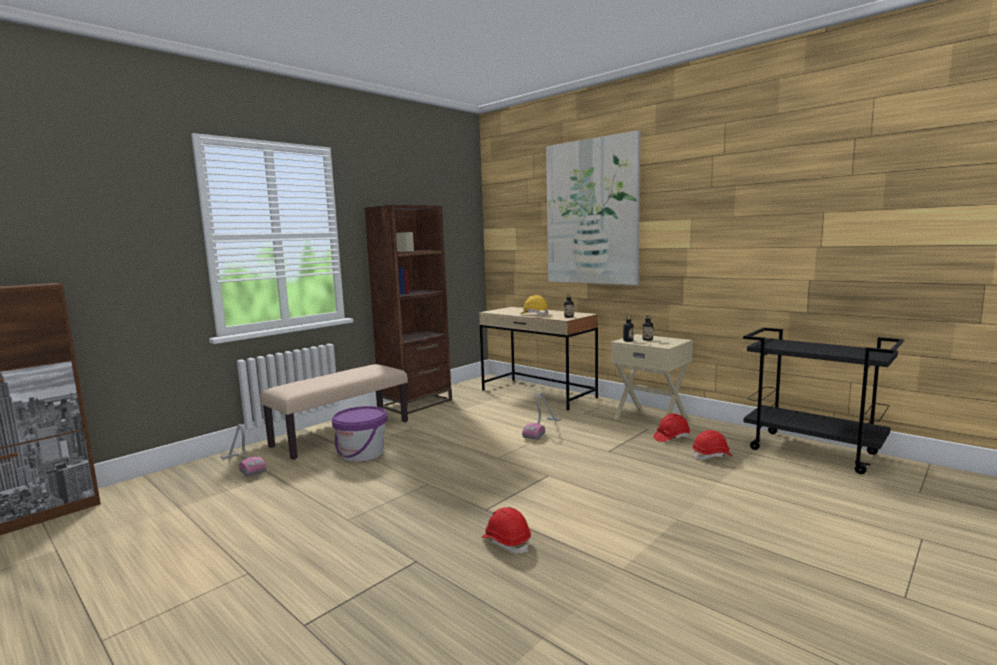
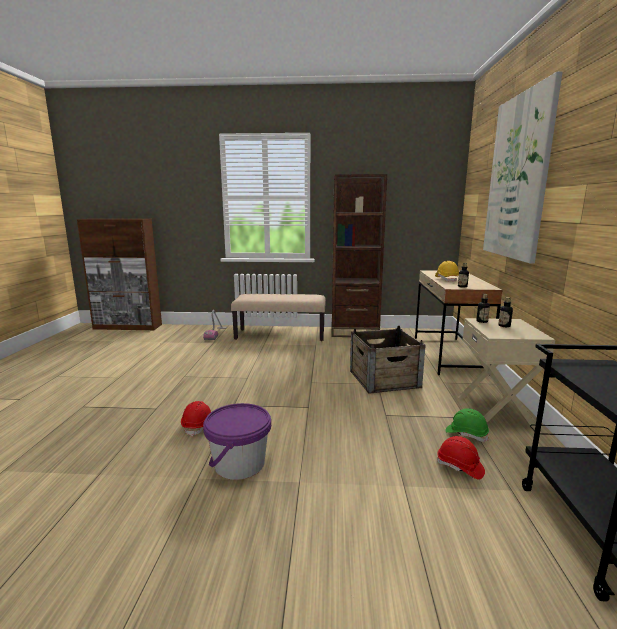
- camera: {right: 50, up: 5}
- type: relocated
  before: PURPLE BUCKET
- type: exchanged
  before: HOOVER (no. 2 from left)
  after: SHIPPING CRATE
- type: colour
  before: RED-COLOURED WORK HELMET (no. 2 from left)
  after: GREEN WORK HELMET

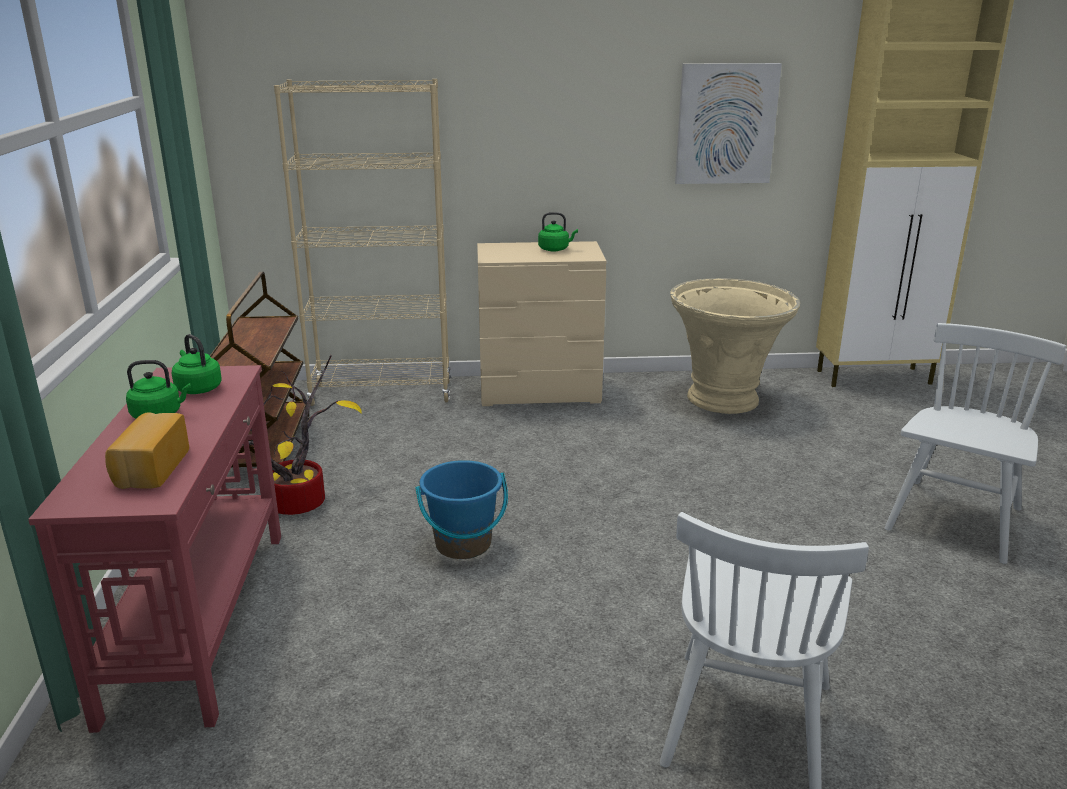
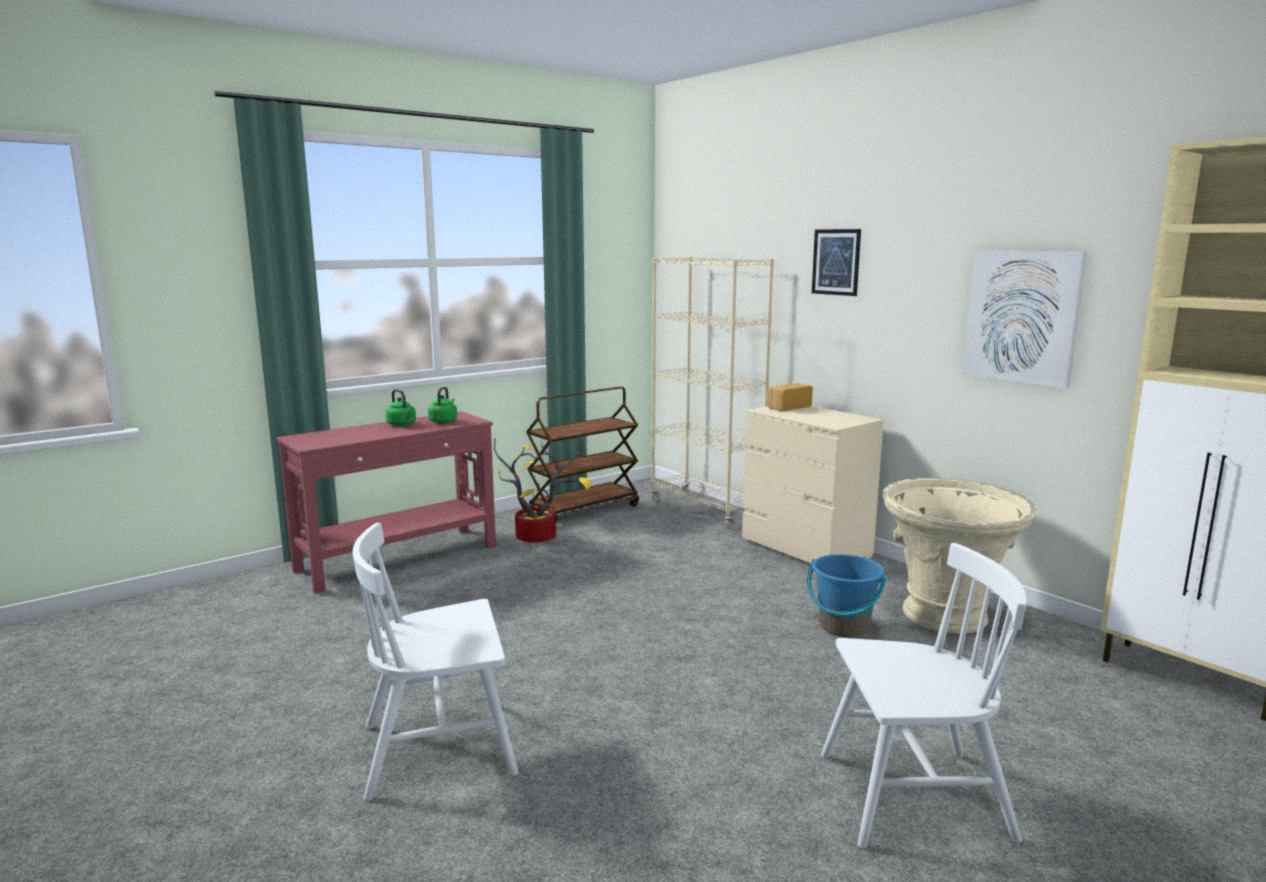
- camera: {right: 55, up: -10}
- type: relocated
  before: BREAD
- type: relocated
  before: BLUE BUCKET
- type: appeared
  after: PICTURE (no. 1 from left)
- type: missing
  before: GREEN WATER KETTLE (no. 3 from left)

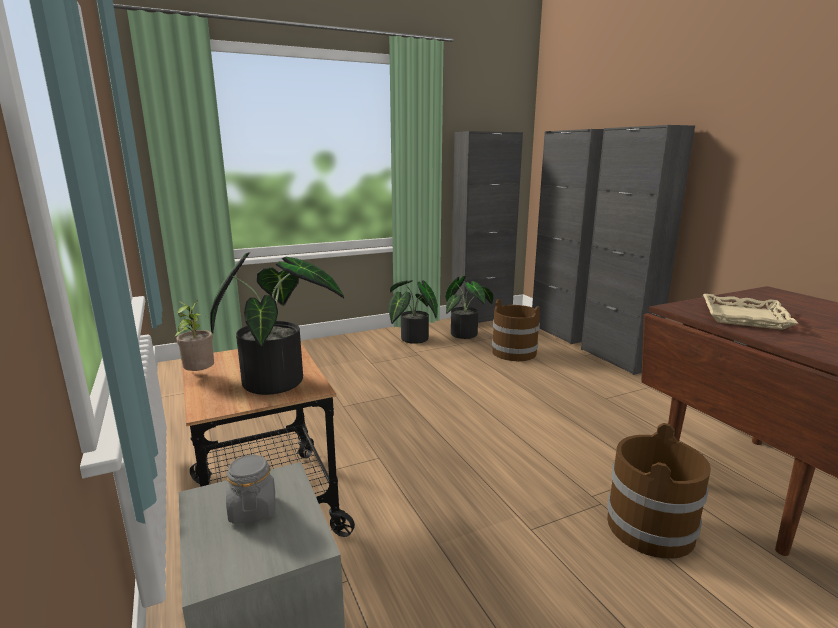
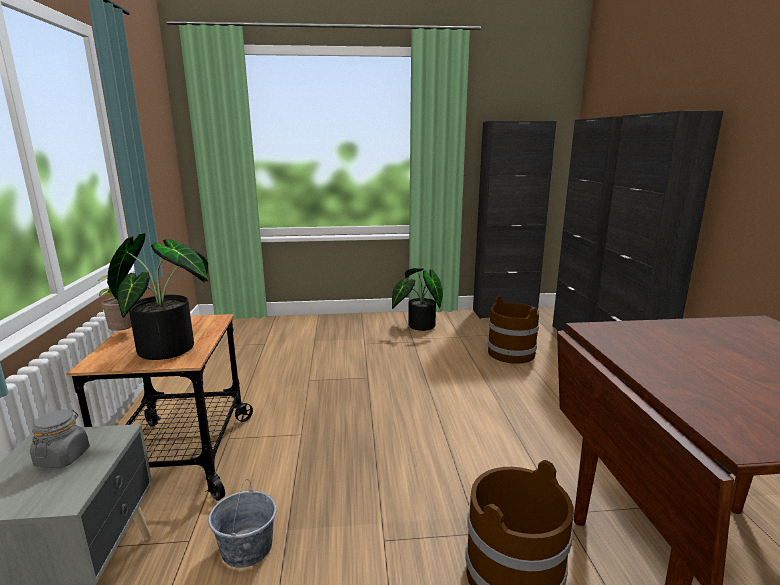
- camera: {right: 20, up: 0}
- type: appeared
  after: GREY BUCKET
- type: missing
  before: PLANT IN A POT (no. 4 from left)
- type: missing
  before: SAND-COLOURED SERVING TRAY

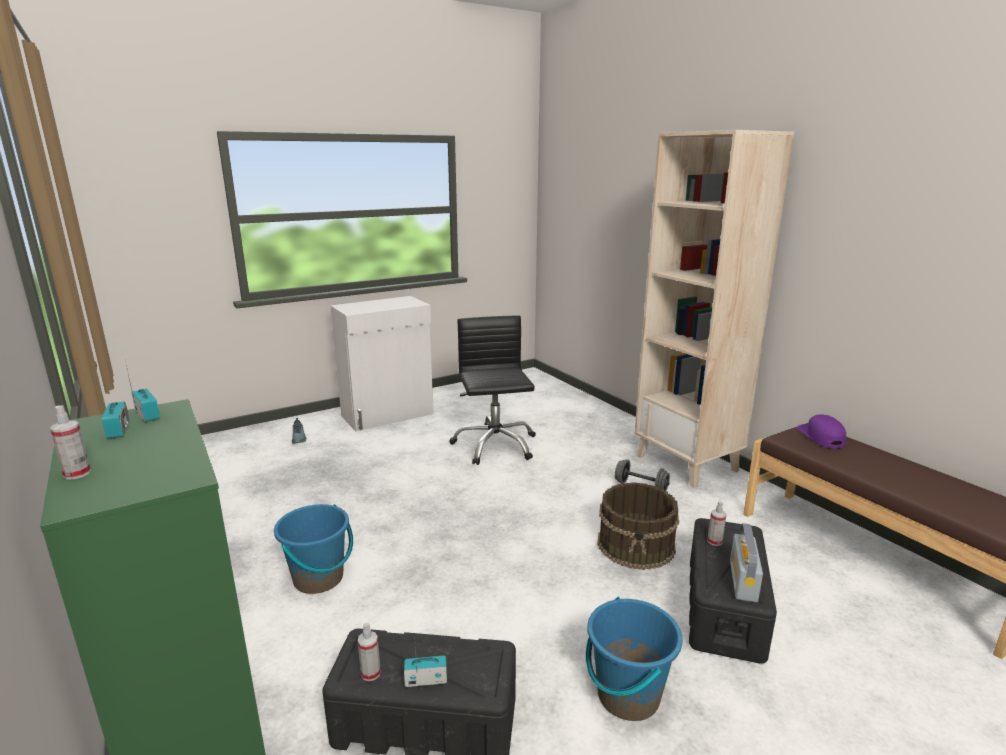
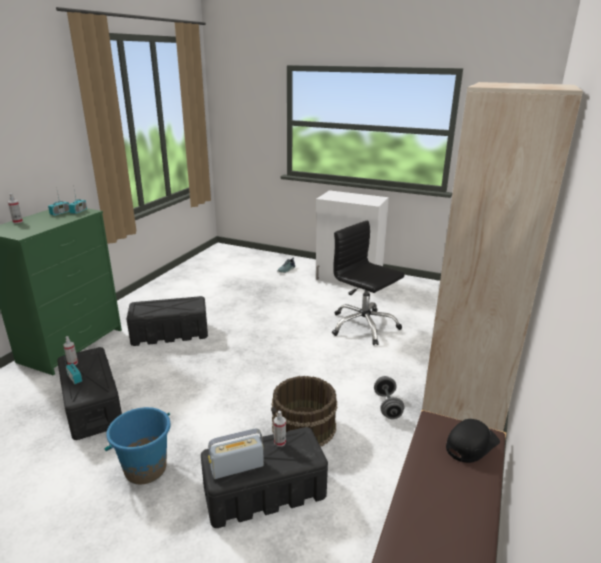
- camera: {right: 55, up: 5}
- type: exchanged
  before: BLUE BUCKET (no. 1 from left)
  after: BLACK STORAGE BIN (no. 2 from left)
- type: spun
  before: BLACK COMPUTER CHAIR
  turn: -90
- type: colour
  before: PURPLE CAP
  after: BLACK CAP

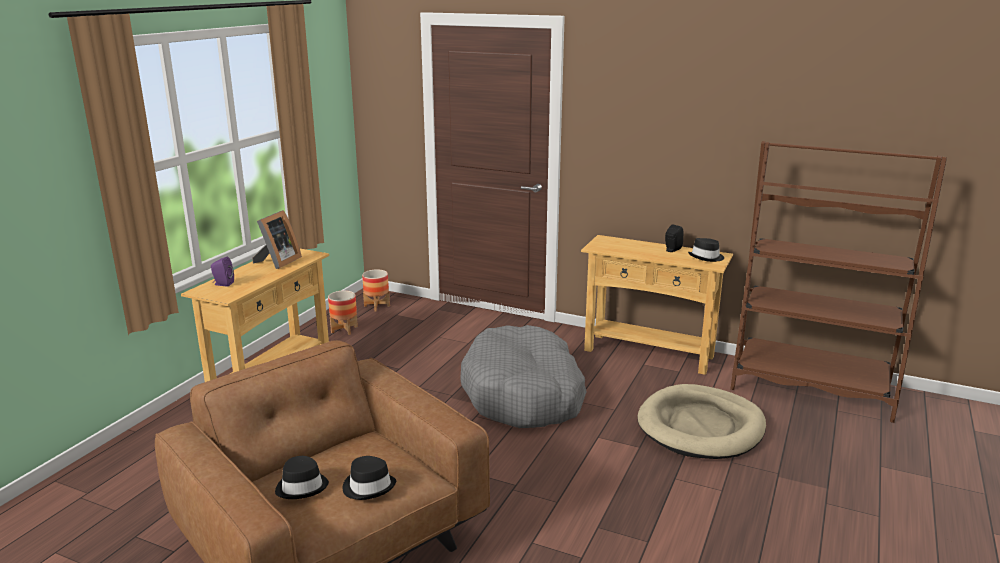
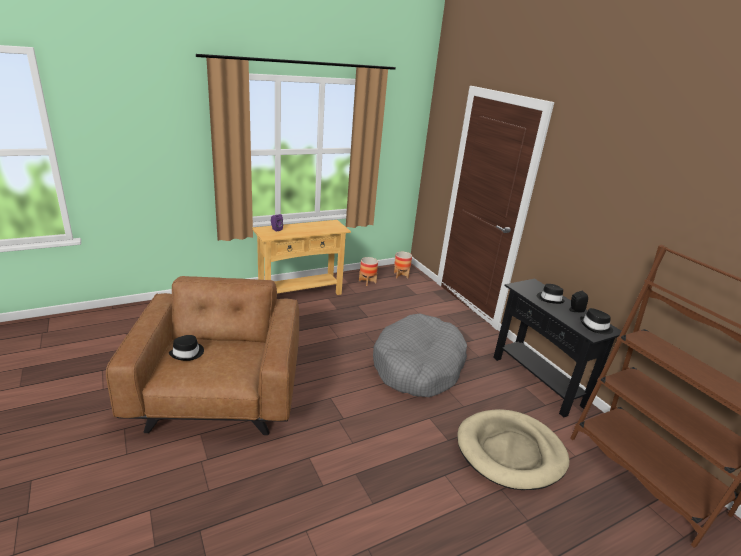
- camera: {right: 35, up: 5}
- type: colour
  before: SAND-COLOURED CONSOLE TABLE (no. 2 from left)
  after: BLACK CONSOLE TABLE
- type: relocated
  before: BLACK HAT (no. 2 from left)
- type: missing
  before: PHOTO FRAME

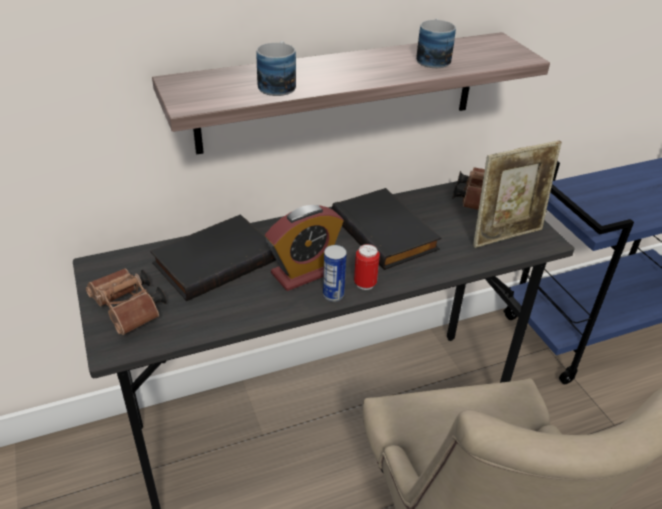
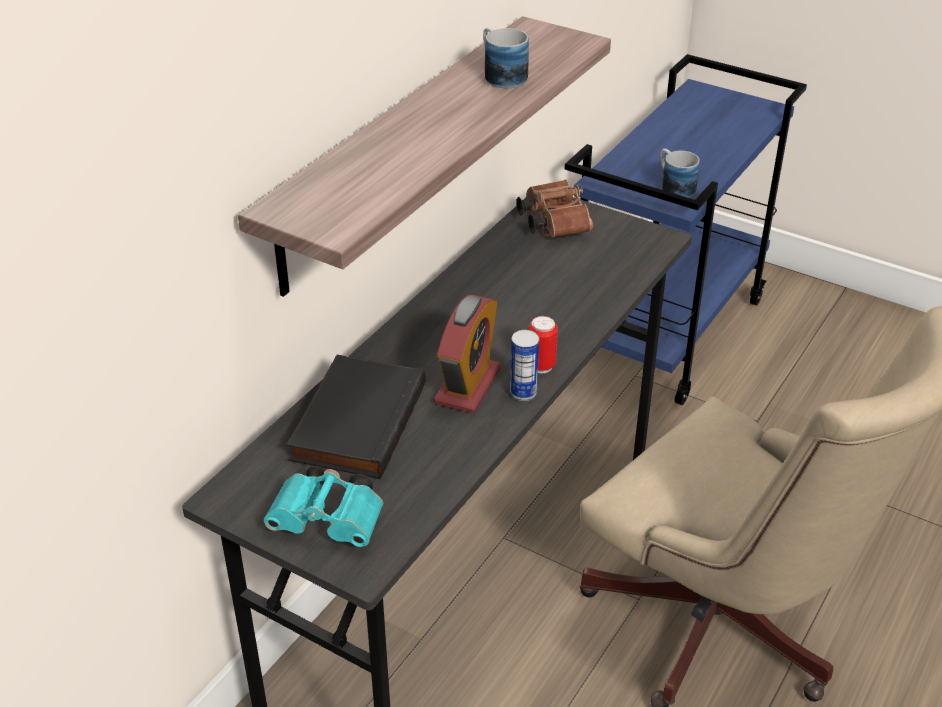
- camera: {right: -35, up: 0}
- type: colour
  before: BROWN-COLOURED FIELD GLASSES (no. 1 from left)
  after: TURQUOISE FIELD GLASSES
- type: relocated
  before: MUG (no. 1 from left in the first image)
  after: MUG (no. 2 from left)
- type: missing
  before: BLACK VOLUME (no. 2 from left)
- type: missing
  before: PHOTO FRAME

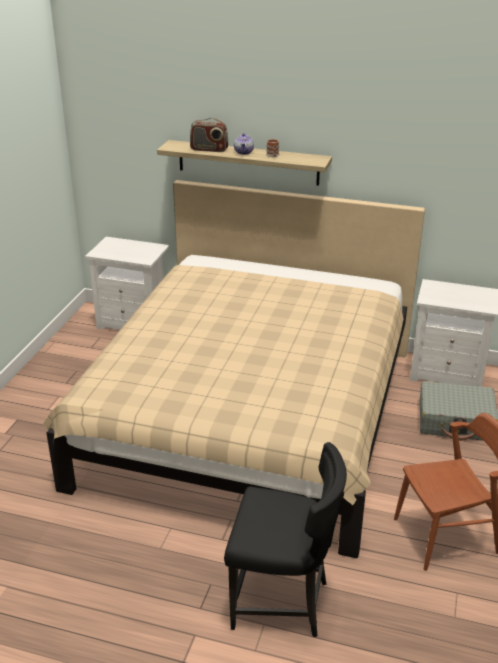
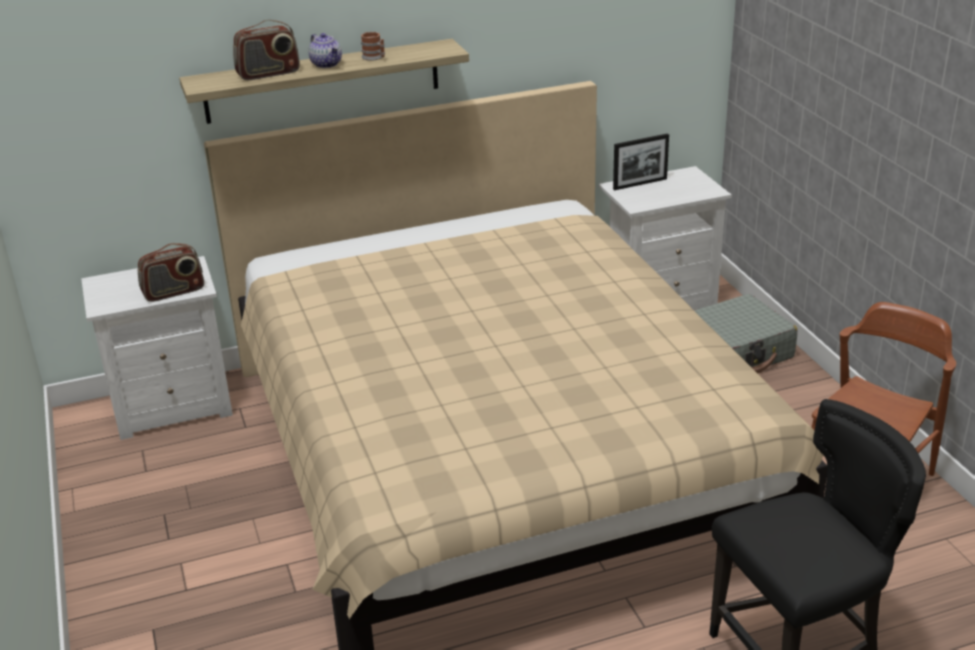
- camera: {right: -35, up: 0}
- type: appeared
  after: RADIO (no. 1 from left)
- type: appeared
  after: PHOTO FRAME

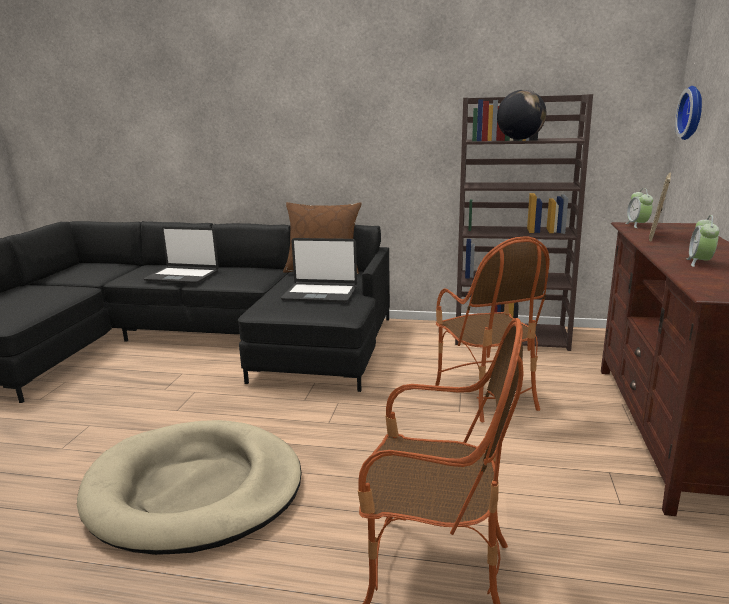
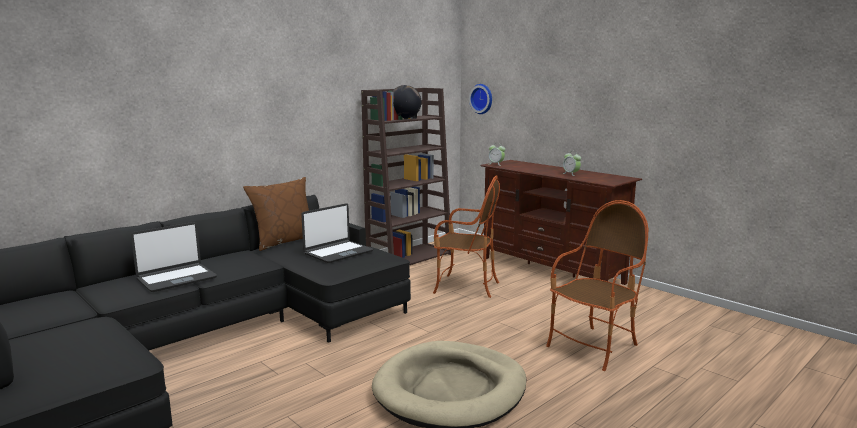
- camera: {right: -55, up: -5}
- type: missing
  before: PHOTO FRAME

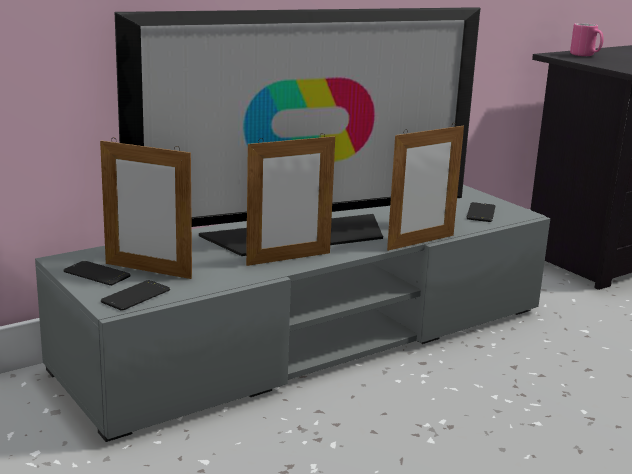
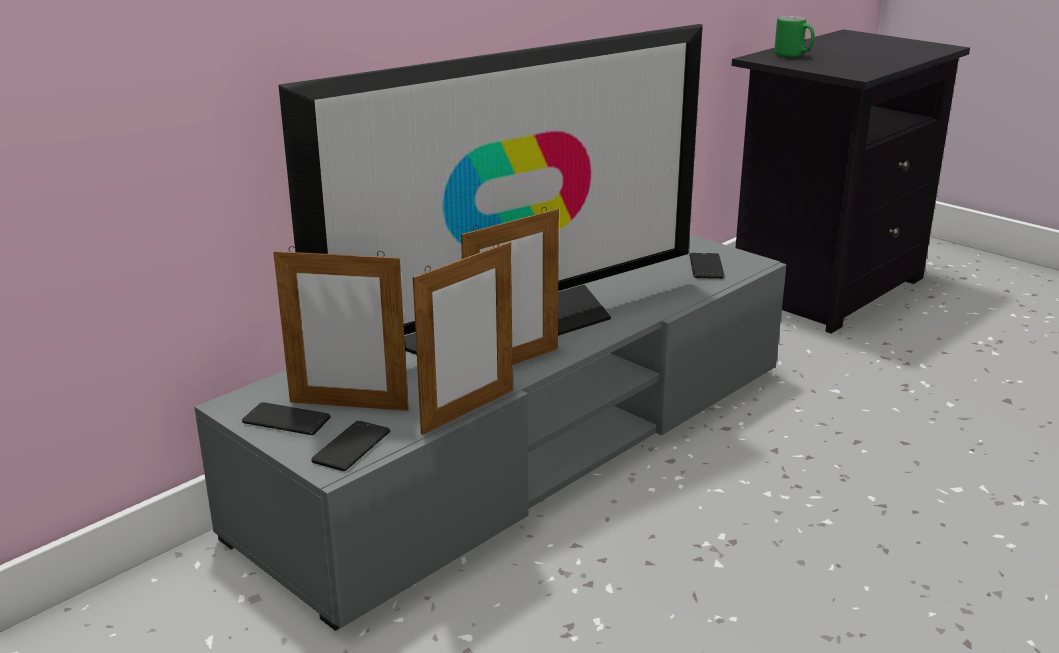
- camera: {right: -10, up: 5}
- type: relocated
  before: PHOTO FRAME (no. 3 from left in the first image)
  after: PHOTO FRAME (no. 2 from left)
- type: colour
  before: PINKISH MUG
  after: GREEN MUG

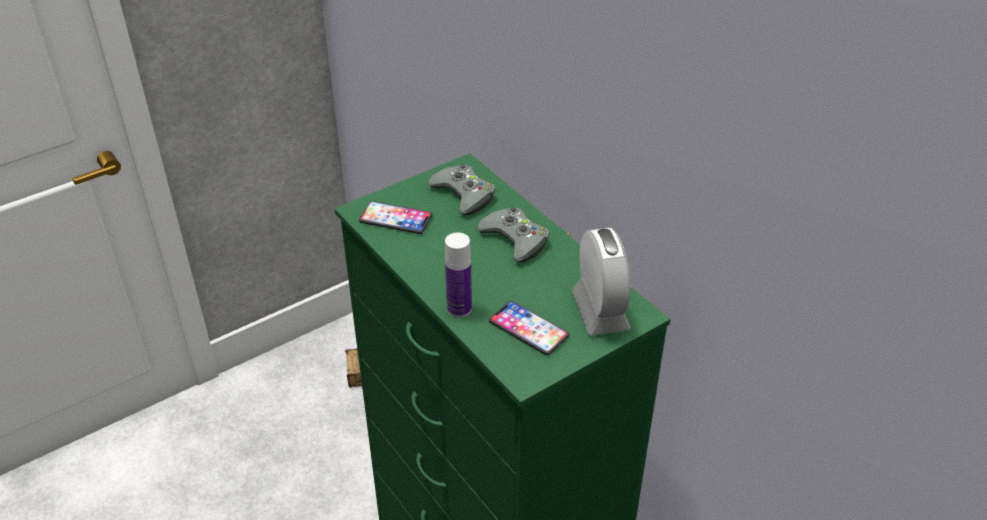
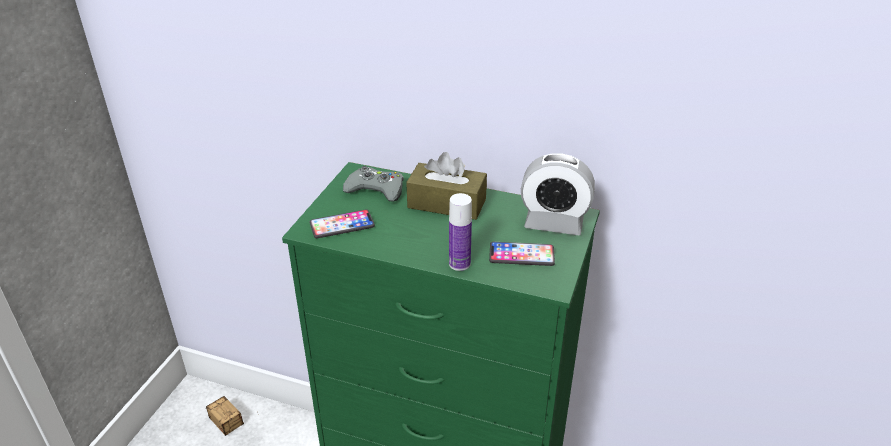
- camera: {right: -35, up: -5}
- type: exchanged
  before: GREY JOYPAD (no. 2 from left)
  after: BROWN-COLOURED TISSUE BOX
- type: spun
  before: ALARM CLOCK
  turn: 150

